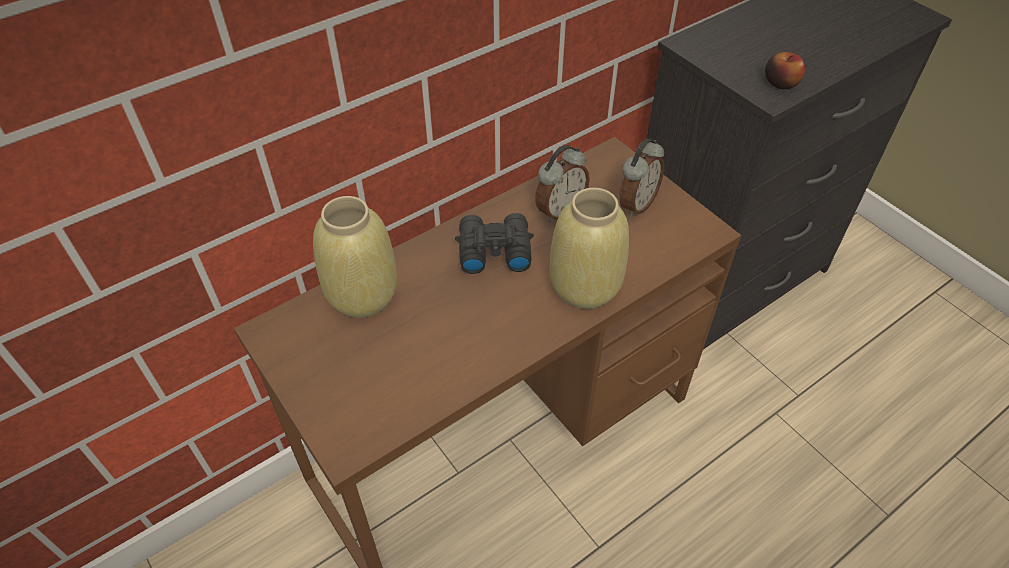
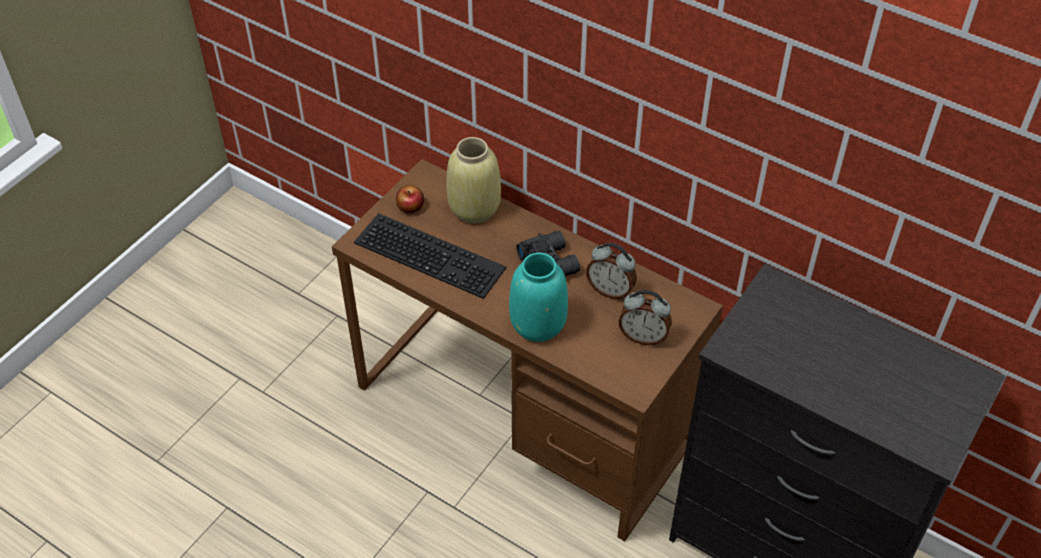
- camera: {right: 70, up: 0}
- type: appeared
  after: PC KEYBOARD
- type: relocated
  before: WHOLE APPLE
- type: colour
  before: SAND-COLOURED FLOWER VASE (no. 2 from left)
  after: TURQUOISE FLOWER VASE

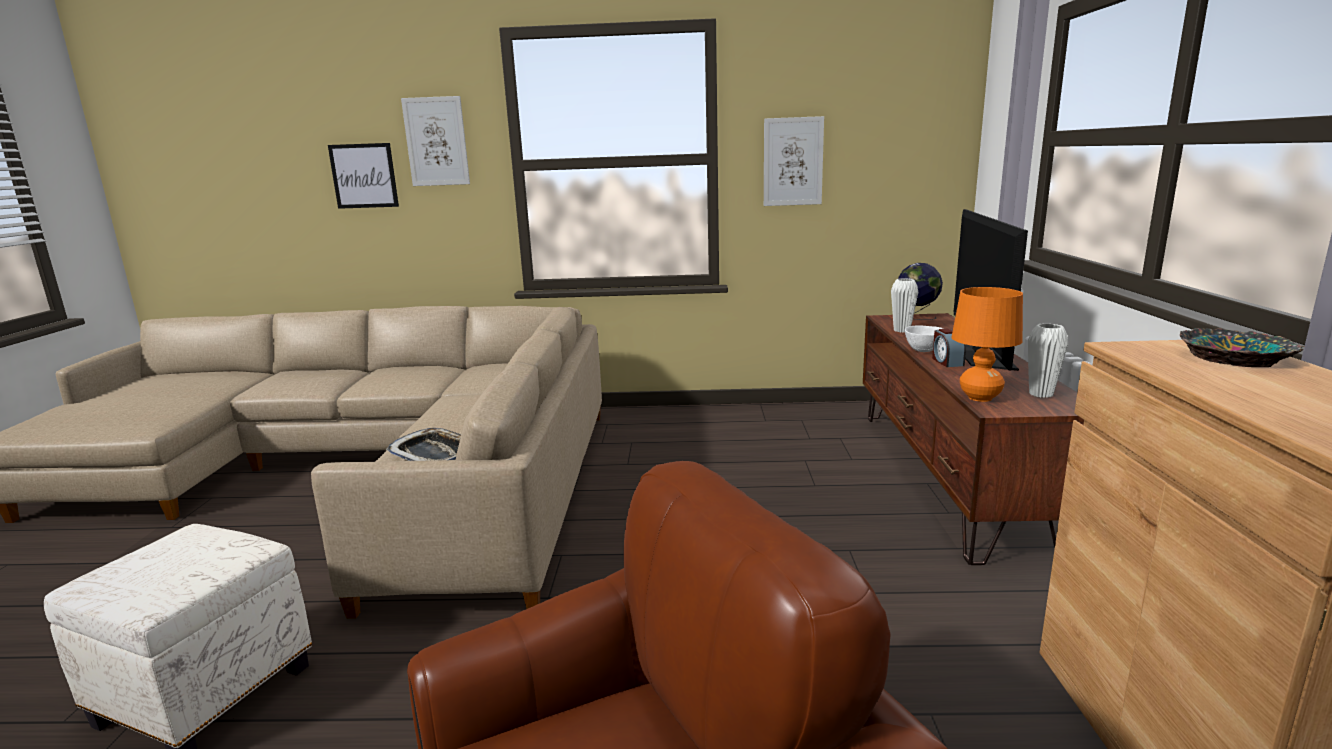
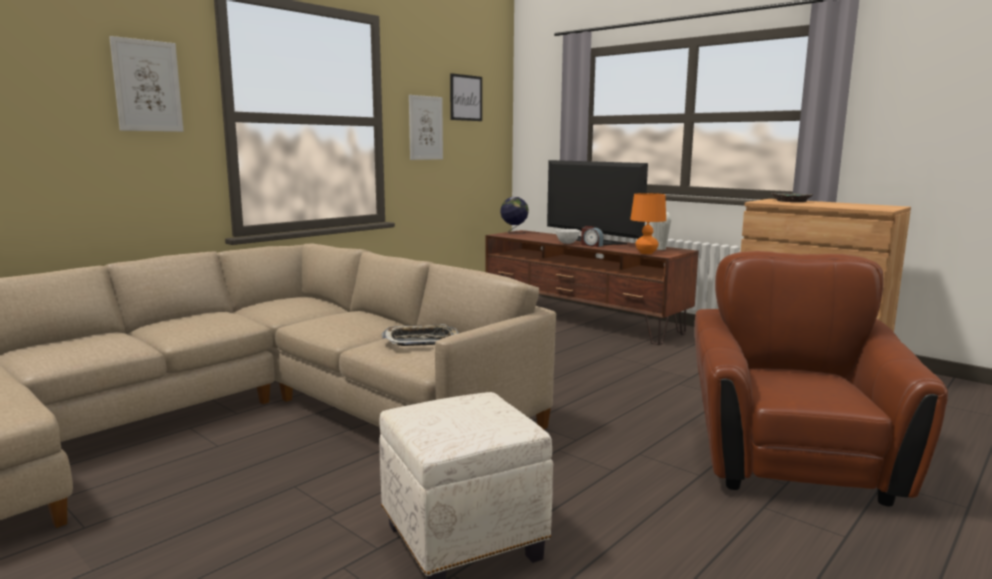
- camera: {right: -50, up: -5}
- type: relocated
  before: PICTURE (no. 1 from left in the first image)
  after: PICTURE (no. 3 from left)
- type: missing
  before: WHITE FLOWER VASE (no. 1 from left)

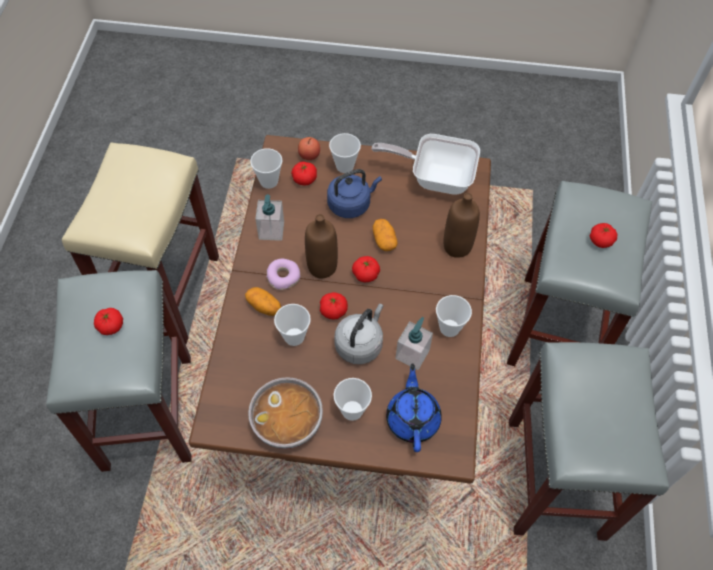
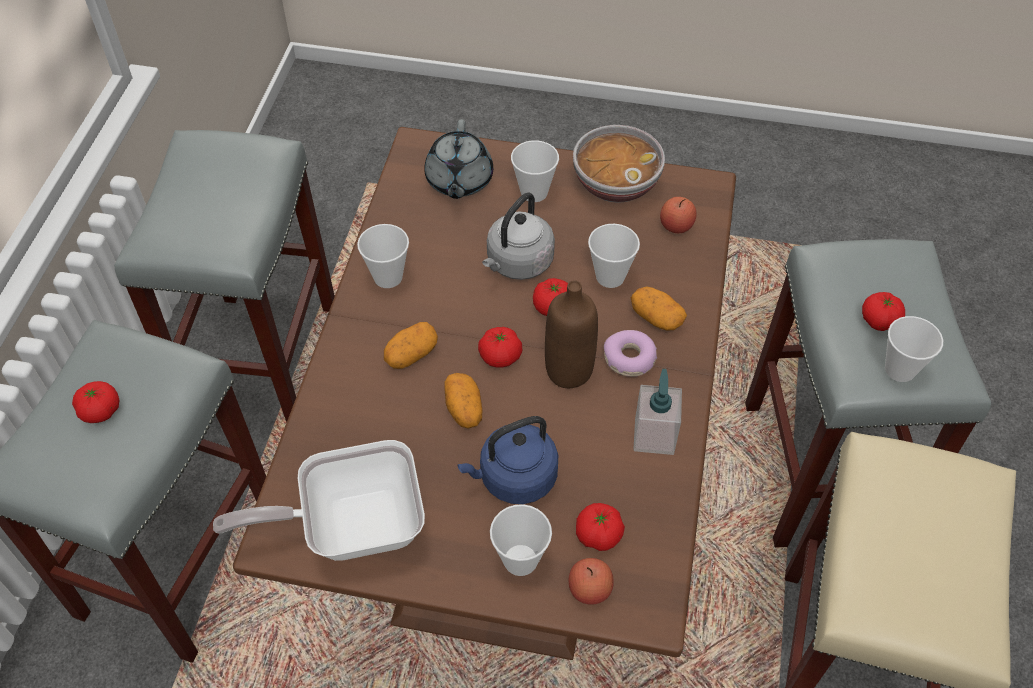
- camera: {right: -175, up: -5}
- type: spun
  before: FRYING PAN
  turn: 150
- type: appeared
  after: POTATO (no. 1 from left)
- type: colour
  before: BLUE TEAPOT
  after: GREY TEAPOT
- type: appeared
  after: WHOLE APPLE (no. 2 from left)
- type: relocated
  before: SMALL CUP (no. 1 from left in the first image)
  after: SMALL CUP (no. 5 from left)
- type: missing
  before: SOAP BOTTLE (no. 2 from left)
- type: missing
  before: BROWN-COLOURED DRINK BOTTLE (no. 2 from left)

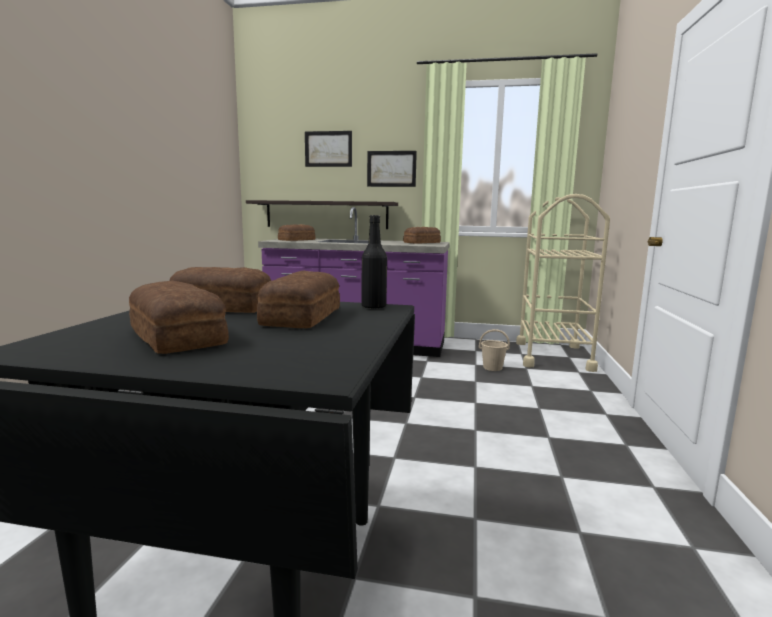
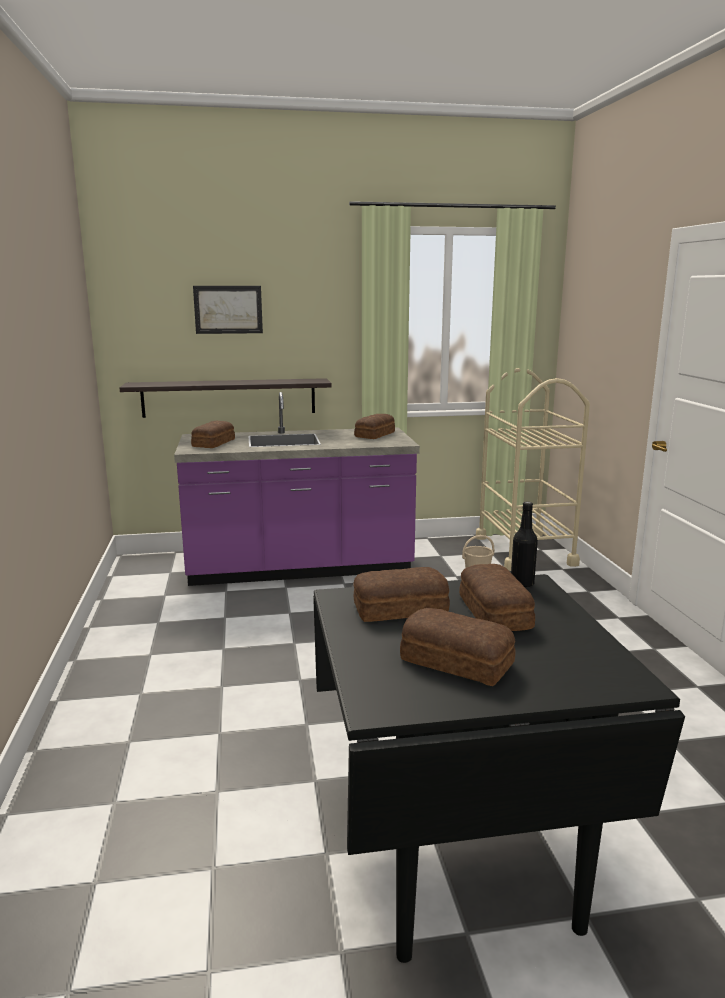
- camera: {right: -20, up: 5}
- type: missing
  before: PICTURE (no. 2 from left)

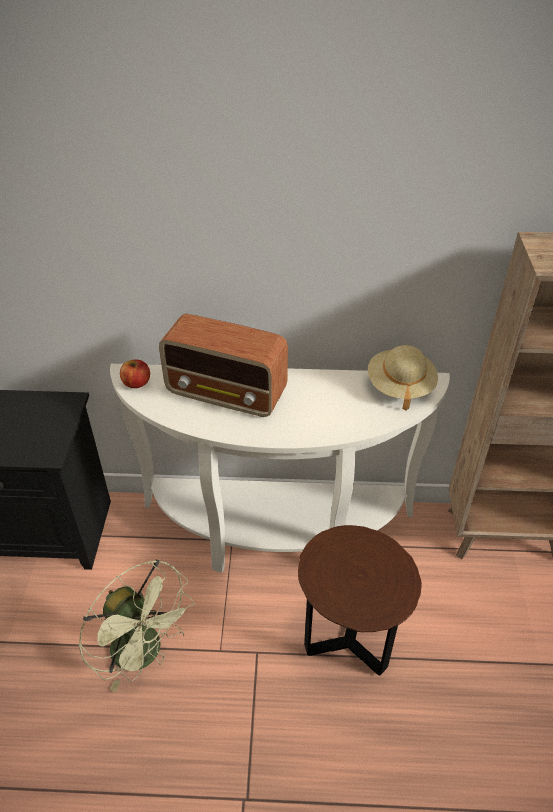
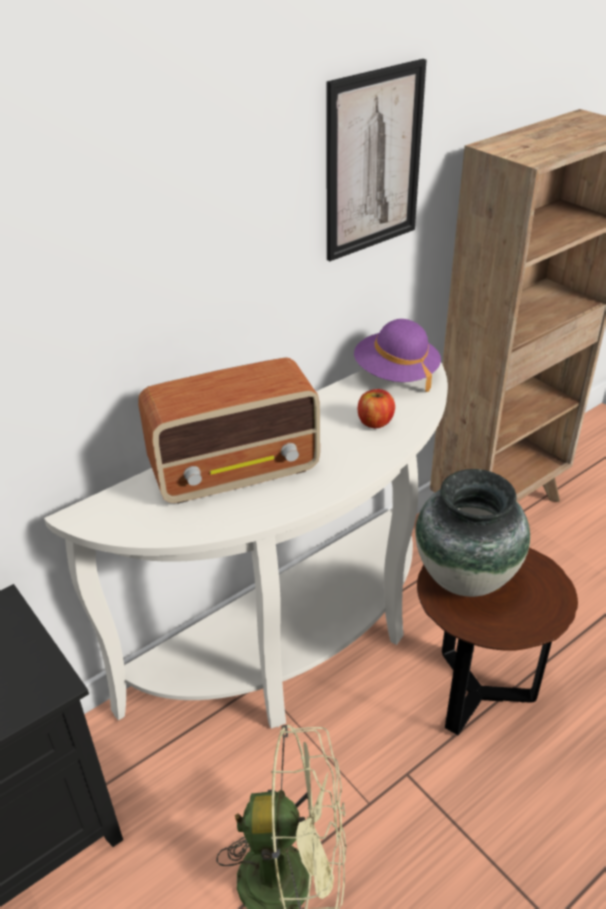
- camera: {right: -40, up: -5}
- type: appeared
  after: PICTURE
- type: colour
  before: SAND-COLOURED HAT
  after: PURPLE HAT
- type: relocated
  before: WHOLE APPLE
- type: appeared
  after: FLOWER VASE

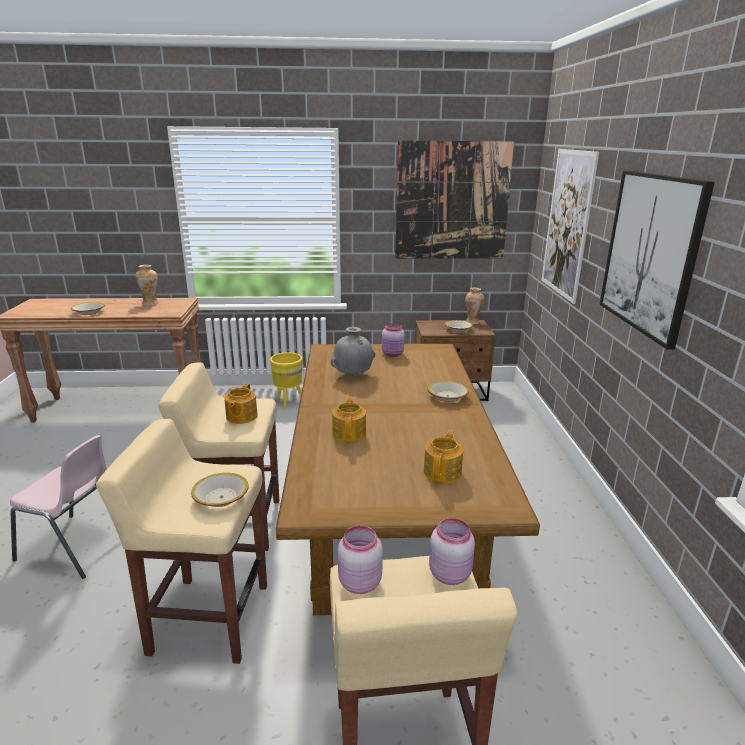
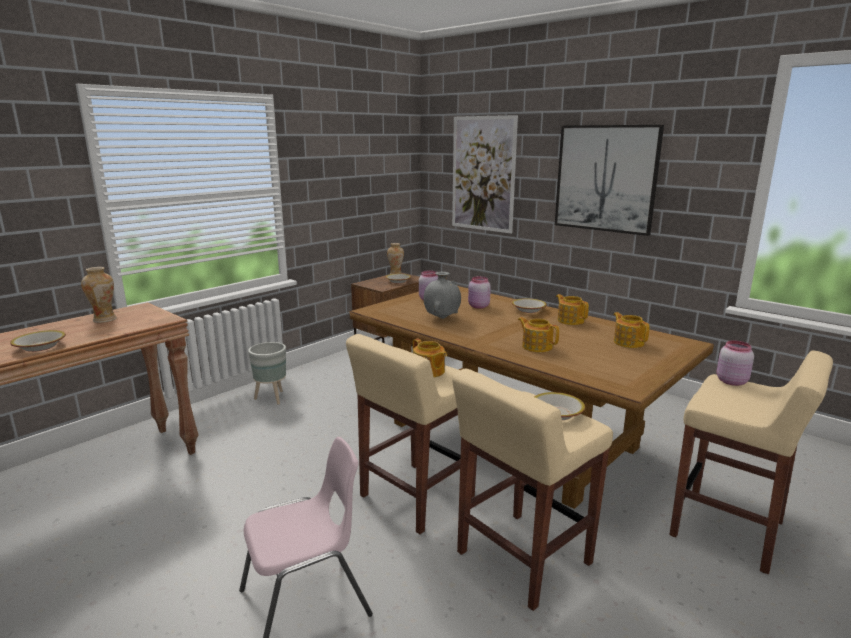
- camera: {right: -45, up: -5}
- type: colour
  before: YELLOW PLANT POT
  after: GREY PLANT POT
- type: relocated
  before: PINKISH JAR (no. 1 from left in the first image)
  after: PINKISH JAR (no. 2 from left)
- type: appeared
  after: TEAPOT (no. 3 from left)
- type: missing
  before: PICTURE (no. 1 from left)

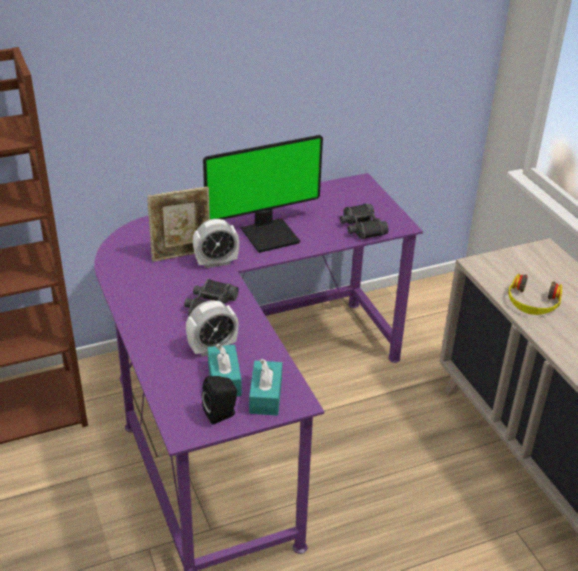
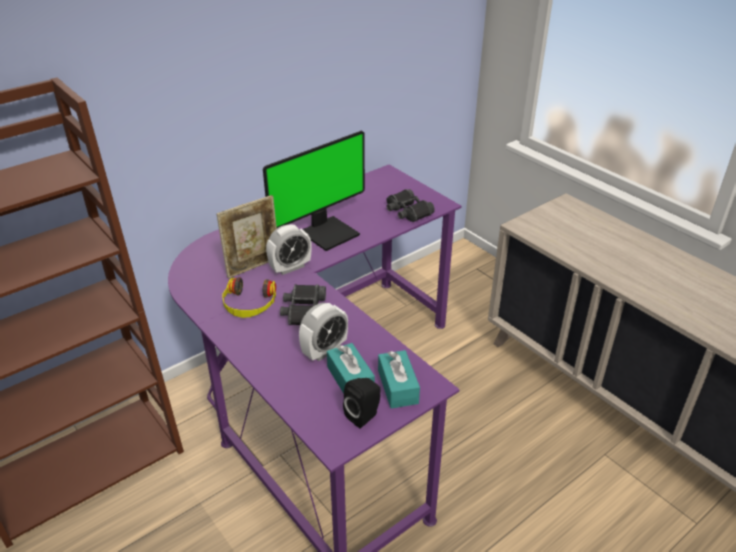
- camera: {right: -15, up: 0}
- type: relocated
  before: HEADPHONES

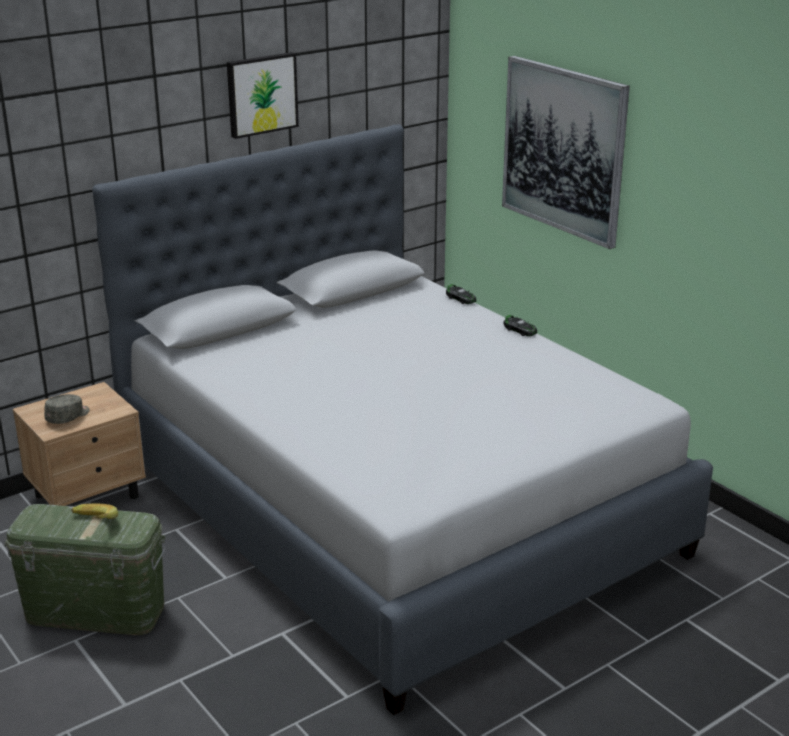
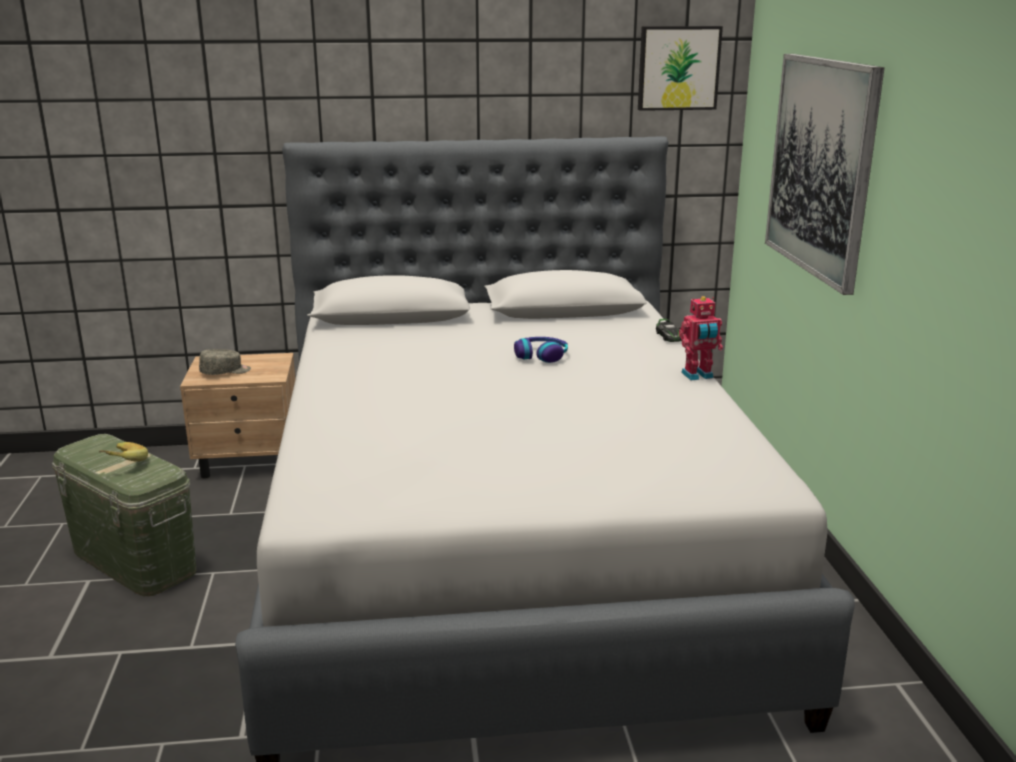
- camera: {right: 30, up: -5}
- type: appeared
  after: HEADPHONES
- type: relocated
  before: PICTURE (no. 1 from left)
- type: exchanged
  before: MODEL CAR (no. 2 from left)
  after: ROBOT FIGURE

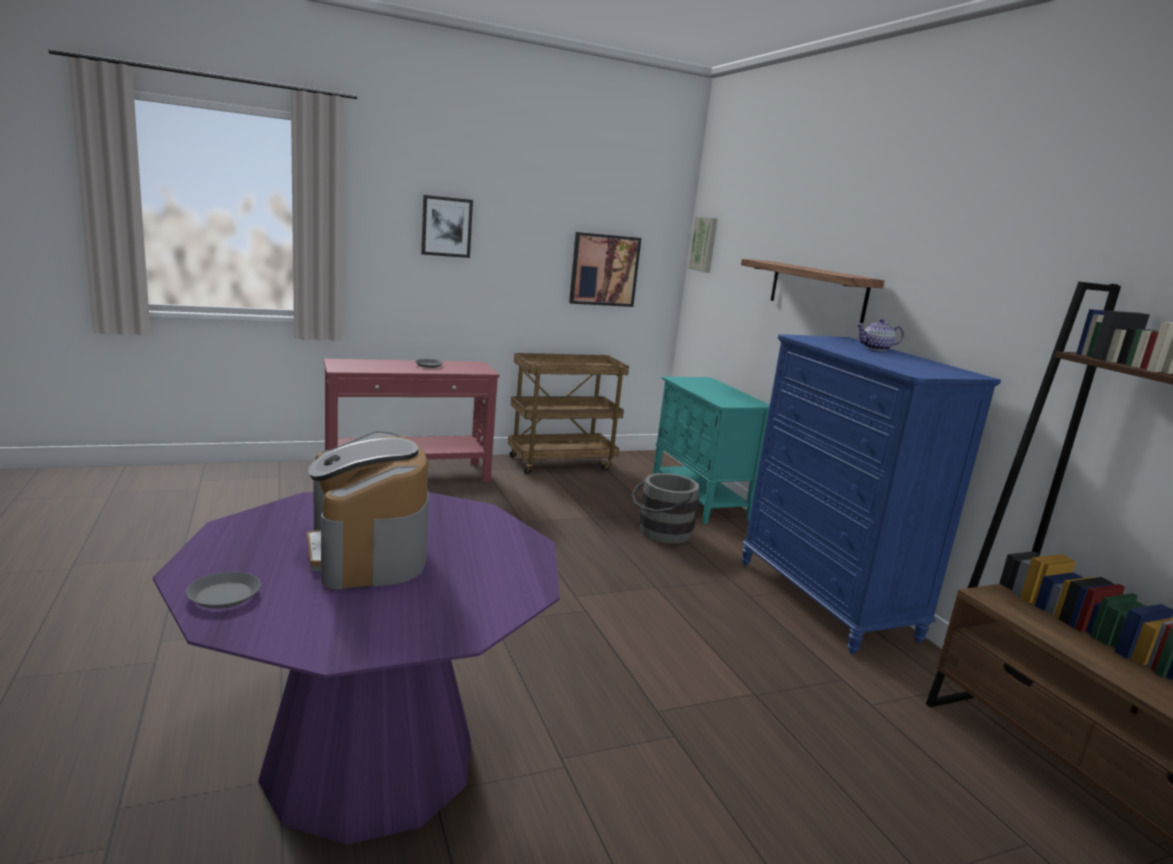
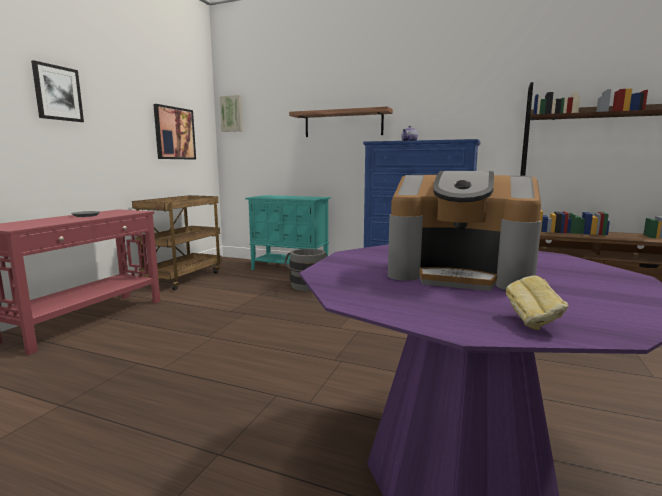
- camera: {right: -45, up: -5}
- type: exchanged
  before: GREY FLAT DISH (no. 1 from left)
  after: BREAD

